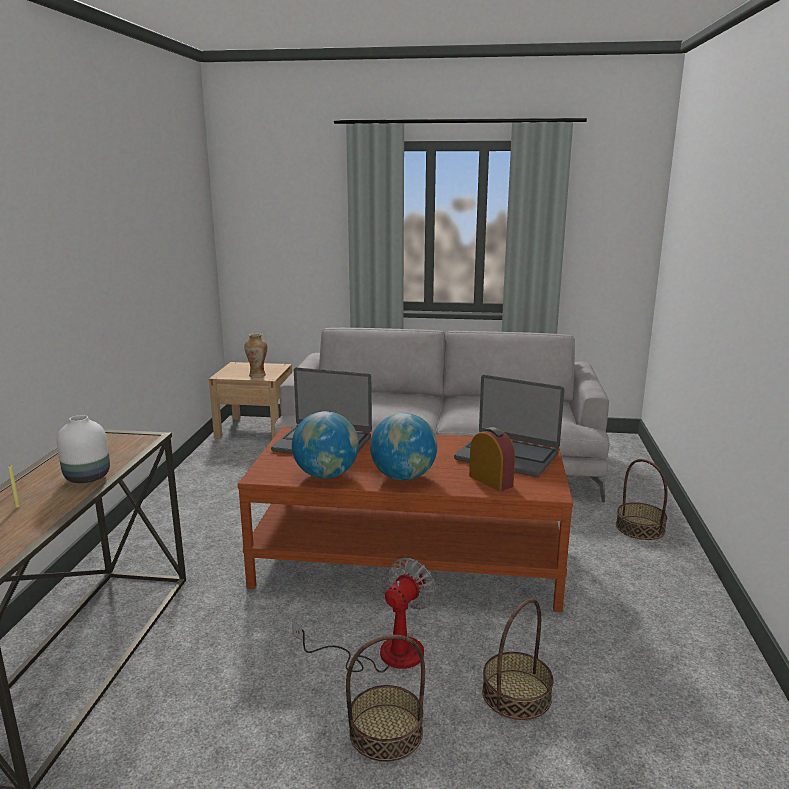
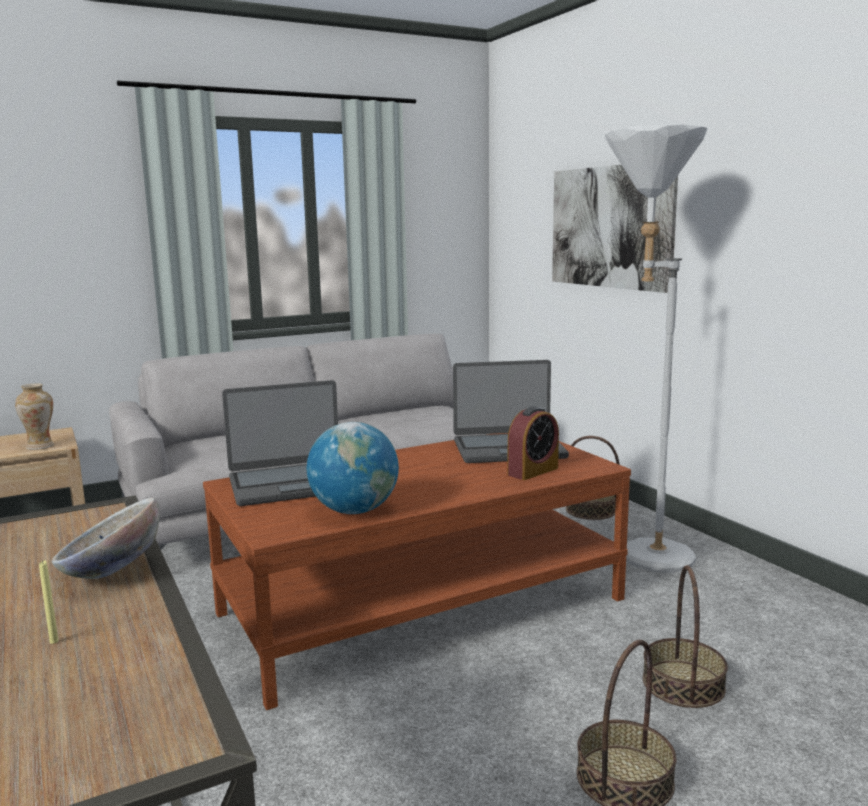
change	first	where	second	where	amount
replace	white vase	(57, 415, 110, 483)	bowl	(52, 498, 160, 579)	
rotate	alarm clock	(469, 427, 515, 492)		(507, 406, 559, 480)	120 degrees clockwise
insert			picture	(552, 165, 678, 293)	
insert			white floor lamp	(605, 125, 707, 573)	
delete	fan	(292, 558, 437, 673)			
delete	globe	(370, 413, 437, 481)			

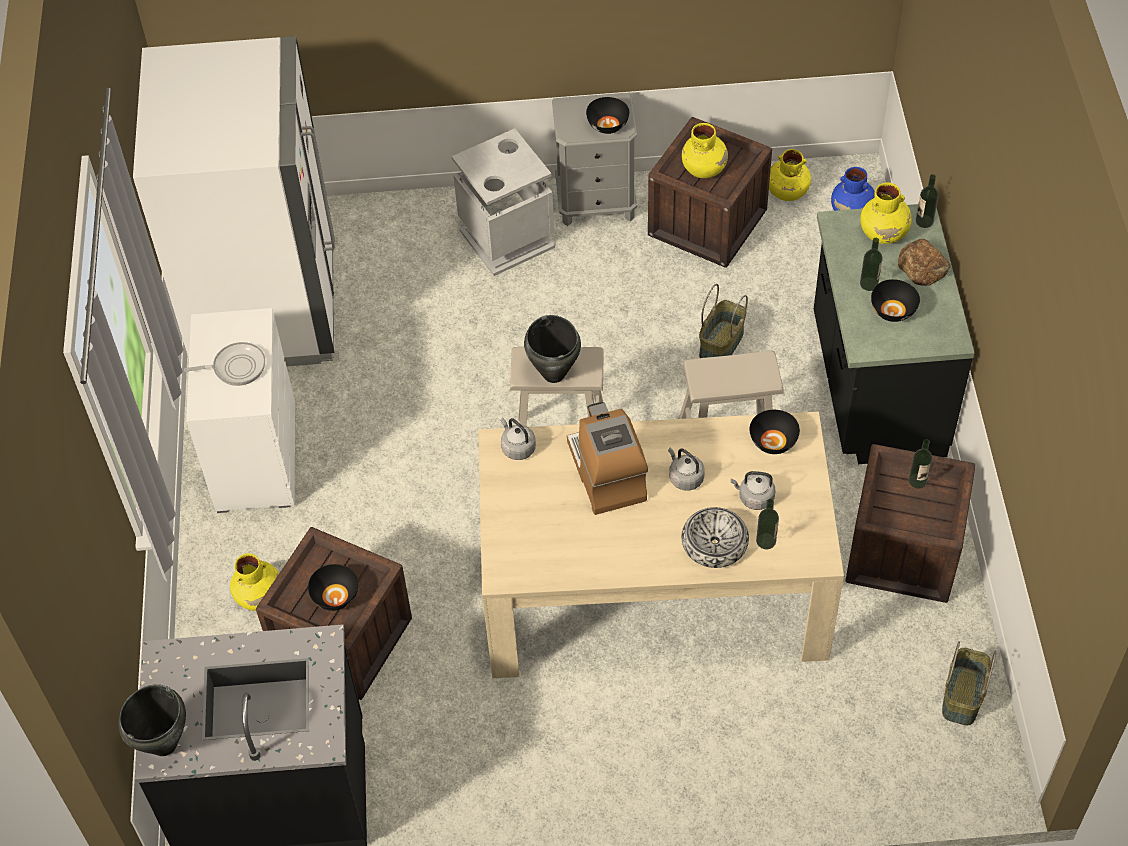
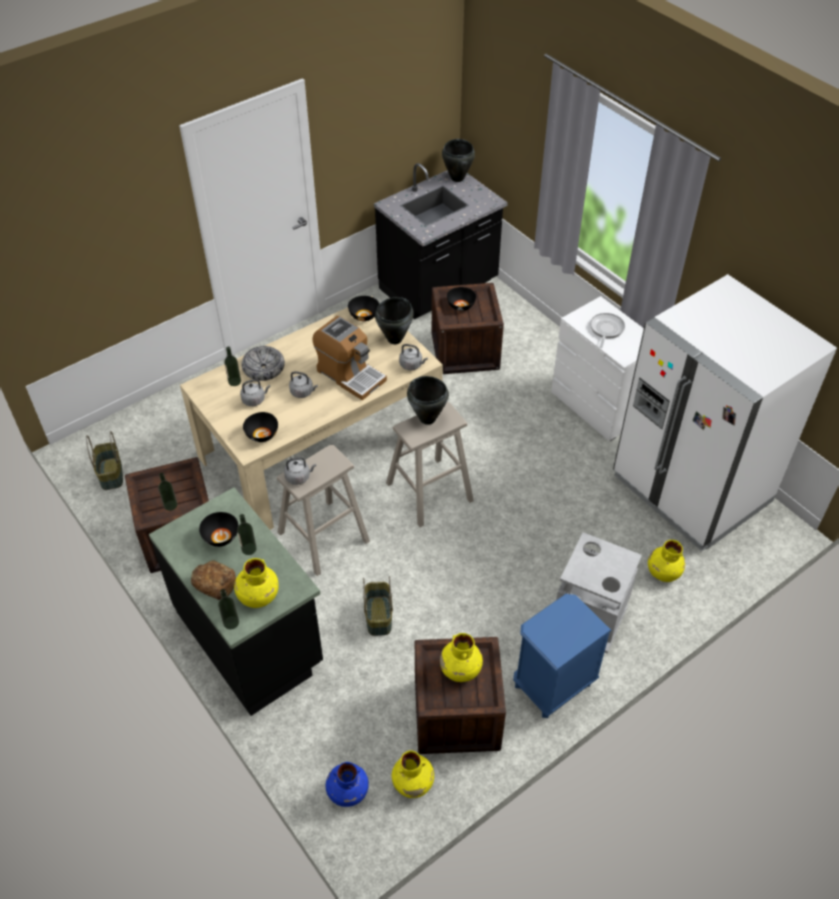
change	first	where	second	where	amount
insert			grey kettle	(284, 457, 316, 485)	
move	black bowl	(586, 97, 629, 134)		(348, 296, 379, 321)	
insert			black cooking pot	(375, 297, 414, 344)	
recolor	grey nightstand	(552, 92, 637, 226)	blue nightstand	(513, 594, 612, 718)	
rotate	frying pan	(184, 342, 265, 386)		(590, 313, 625, 348)	150 degrees clockwise
move	yellow vase	(230, 553, 279, 611)		(648, 540, 685, 582)	

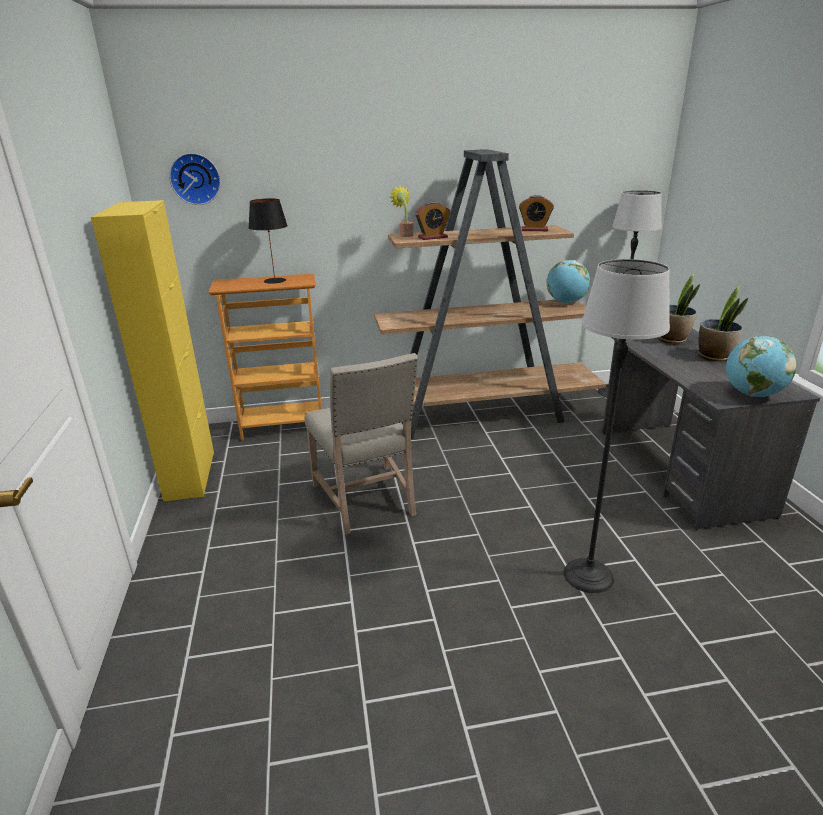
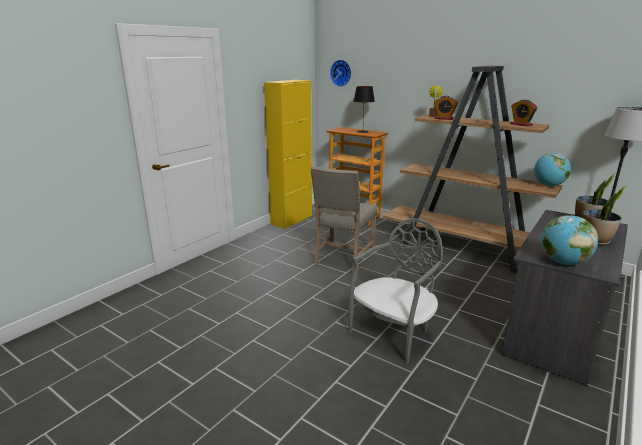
change	first	where	second	where	amount
replace	floor lamp	(564, 259, 670, 593)	grey chair	(348, 218, 443, 364)	

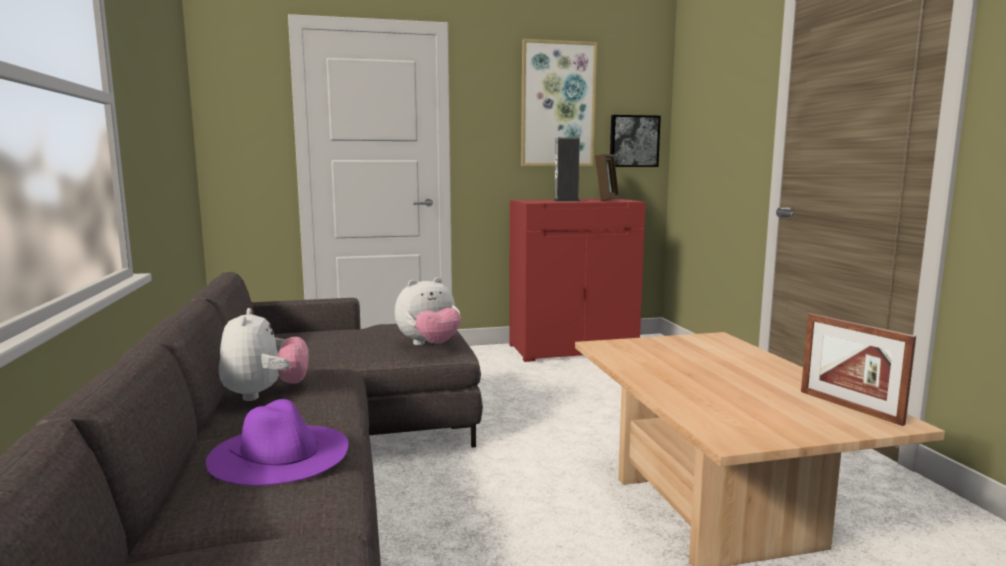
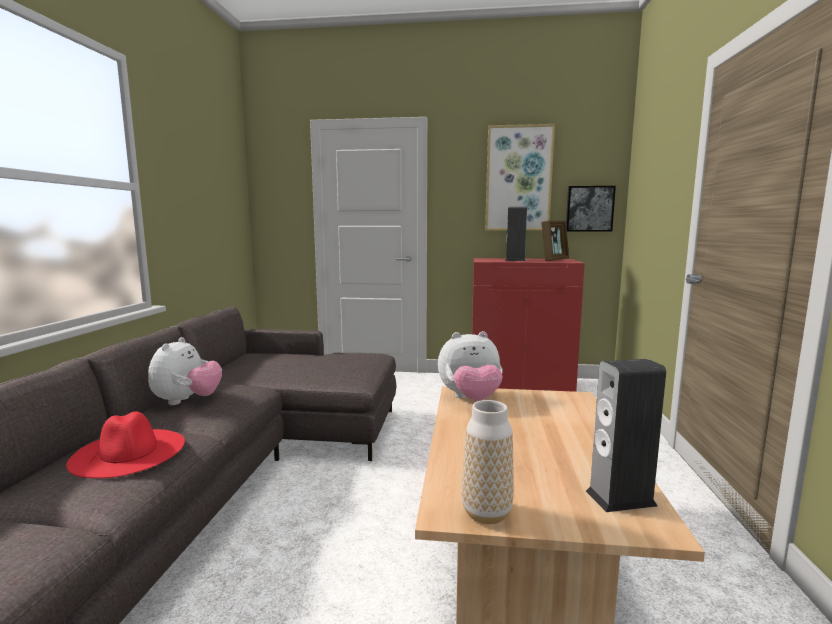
change	first	where	second	where	amount
recolor	purple hat	(206, 399, 349, 486)	red hat	(66, 411, 185, 478)	
move	plush toy	(395, 277, 461, 345)		(438, 331, 503, 401)	
insert			vase	(462, 400, 514, 524)	
replace	picture frame	(801, 313, 916, 426)	speaker	(586, 359, 666, 512)	

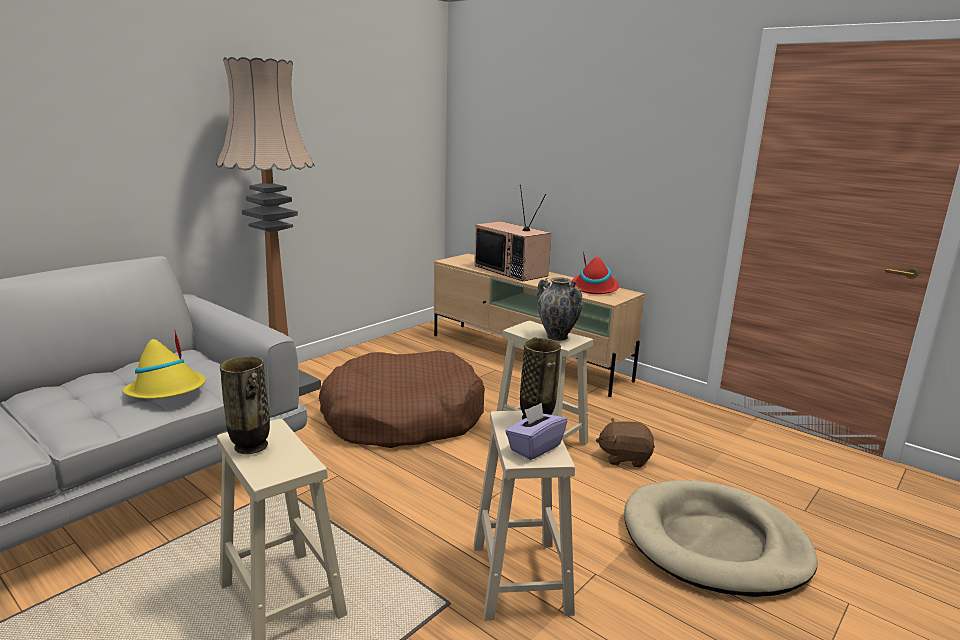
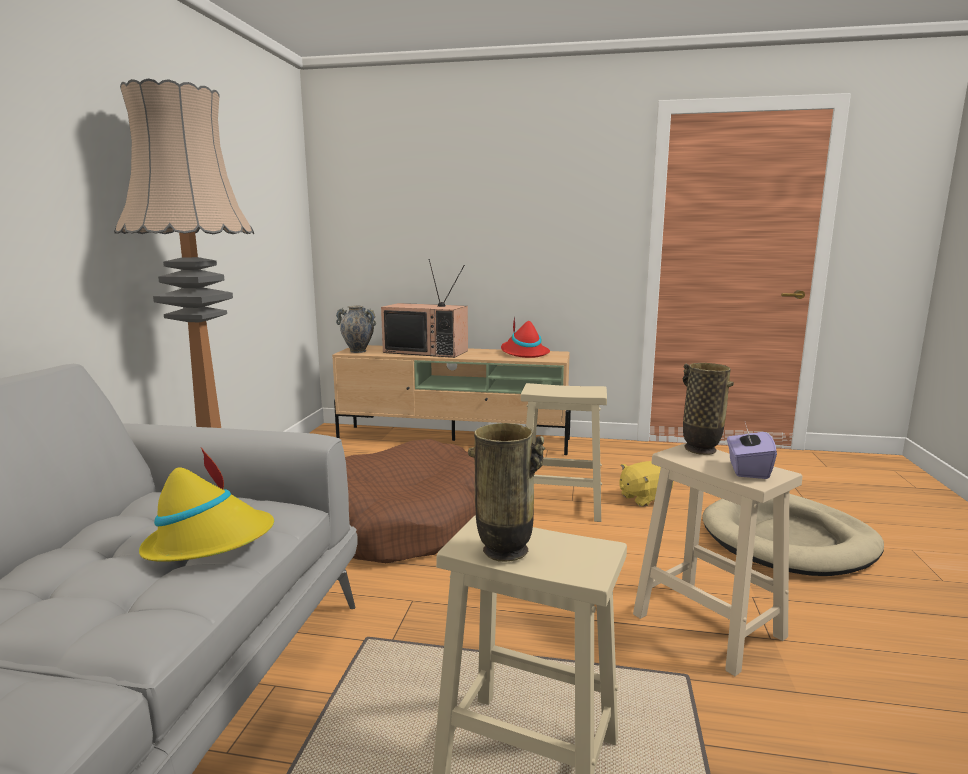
change	first	where	second	where	amount
move	vase	(537, 277, 583, 341)		(336, 306, 376, 353)	
recolor	brown plush toy	(596, 418, 655, 468)	yellow plush toy	(619, 461, 673, 507)	

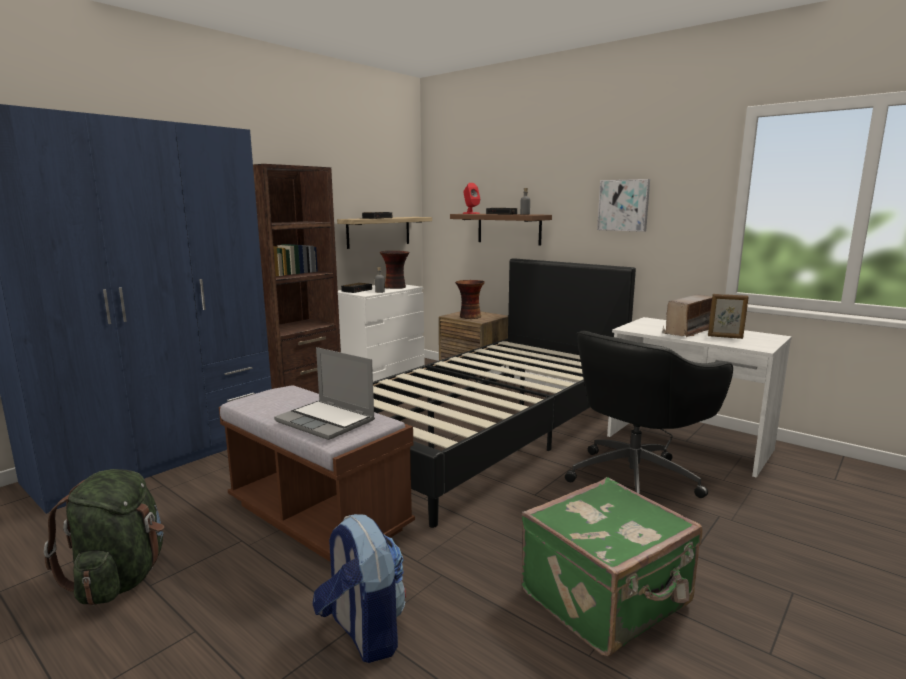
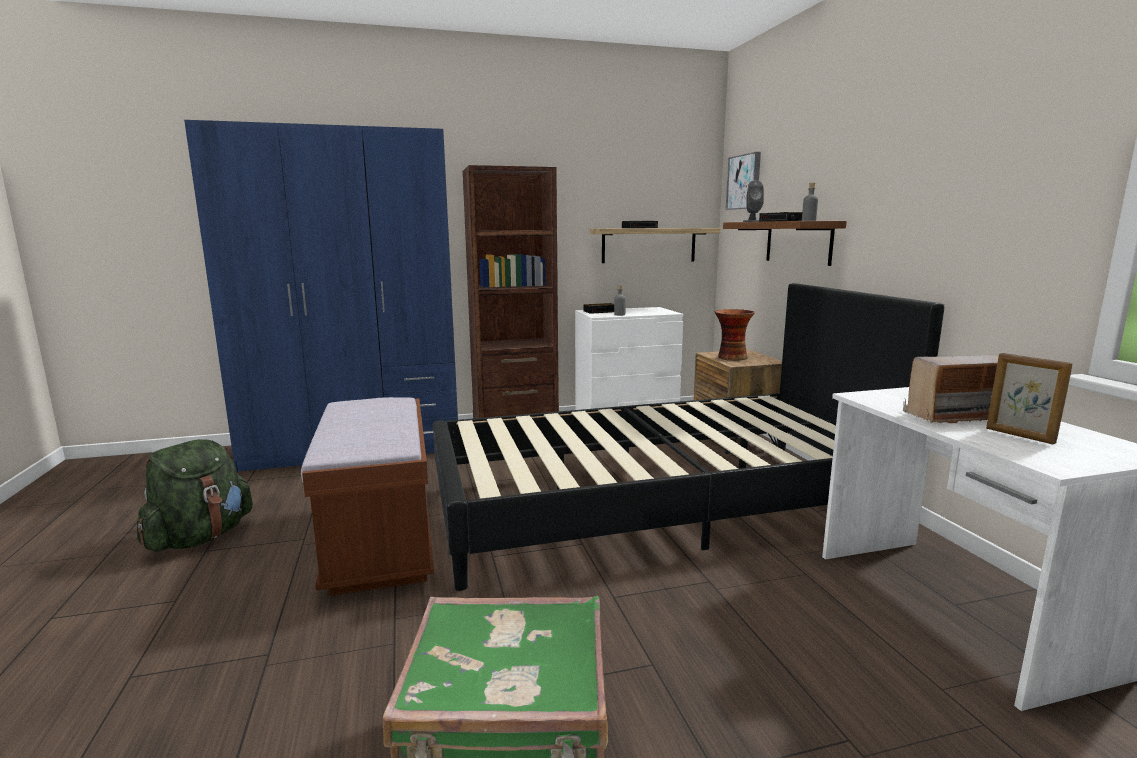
change	first	where	second	where	amount
move	picture	(597, 179, 650, 232)		(726, 152, 761, 210)	
recolor	red speaker	(463, 183, 480, 214)	grey speaker	(743, 180, 764, 222)	
delete	laptop	(274, 347, 375, 440)			
delete	backpack	(313, 514, 406, 663)			
delete	vase	(380, 251, 410, 289)			
delete	black office chair	(565, 331, 733, 498)			

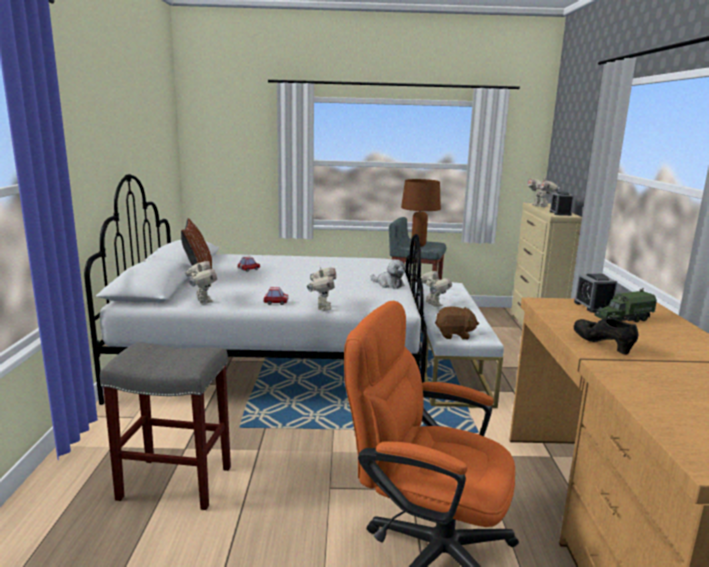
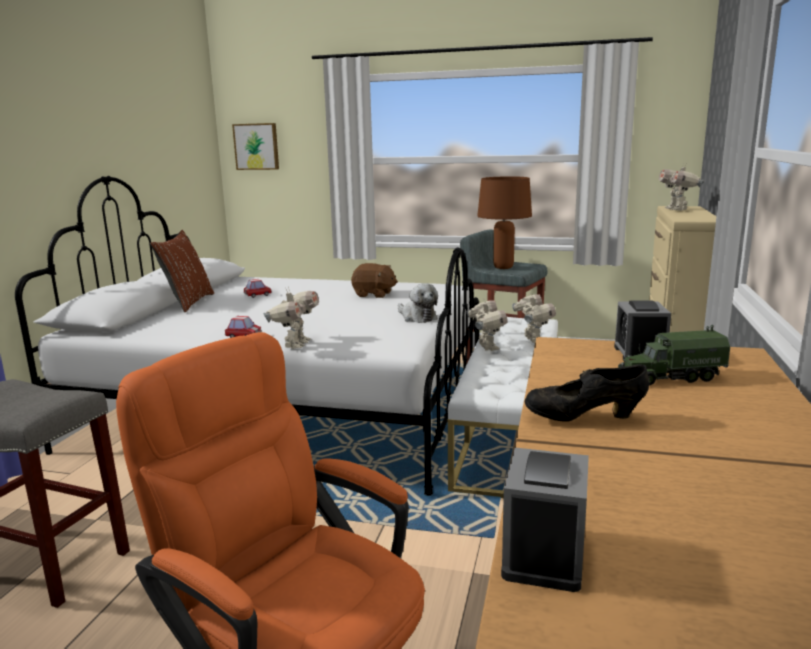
change	first	where	second	where	amount
insert			picture	(232, 123, 279, 170)	
move	brown plush toy	(435, 307, 479, 339)		(351, 263, 398, 298)	
move	alarm clock	(550, 192, 574, 216)		(501, 448, 589, 592)	
move	toy robot	(185, 260, 217, 304)		(512, 293, 556, 343)	
rotate	black shoe	(574, 318, 638, 354)		(525, 364, 649, 422)	75 degrees counterclockwise

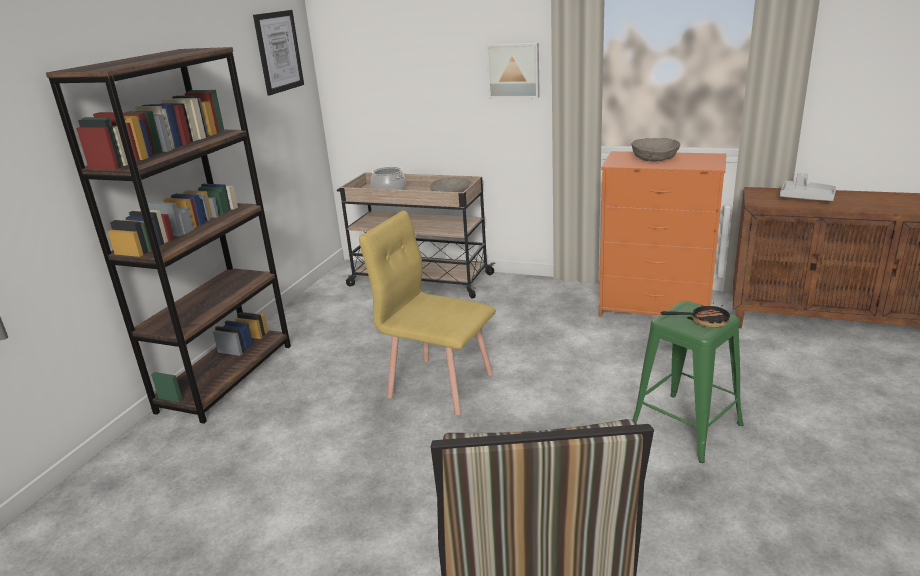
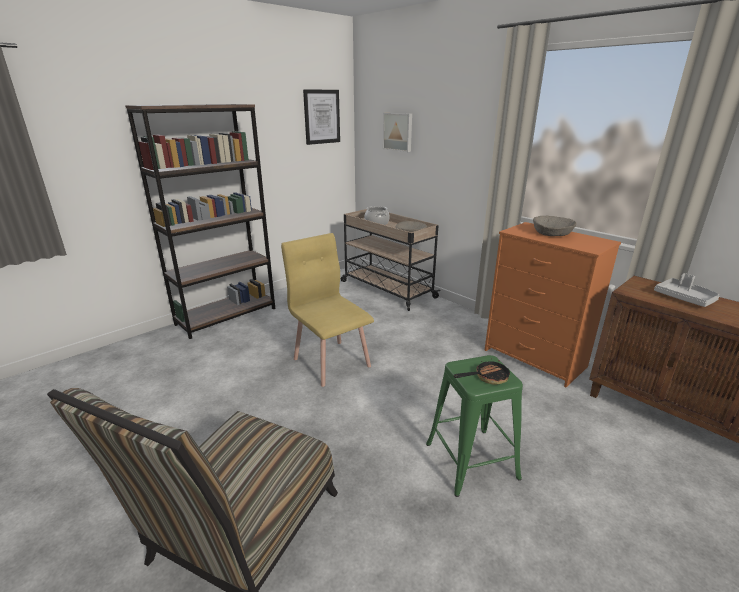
change	first	where	second	where	amount
move	picture	(486, 43, 540, 98)		(383, 113, 412, 152)	
rotate	frying pan	(661, 303, 730, 328)		(454, 358, 510, 385)	45 degrees counterclockwise

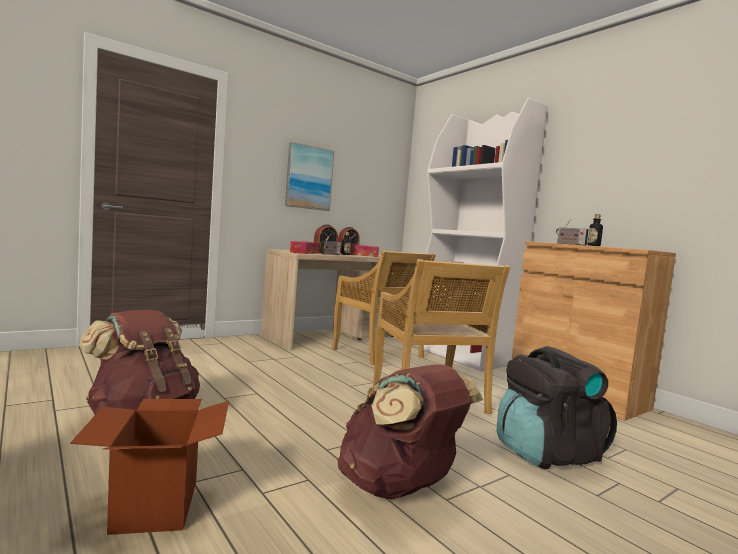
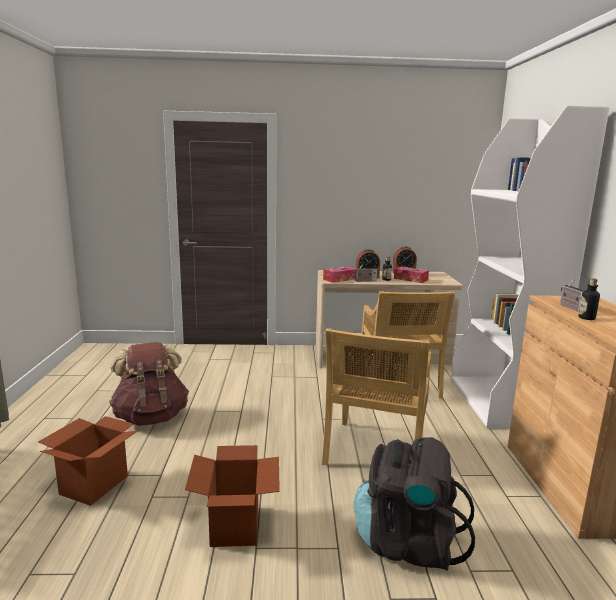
change	first	where	second	where	amount
replace	brown backpack	(338, 364, 483, 500)	cardboard box	(185, 445, 280, 547)	
delete	picture	(285, 142, 334, 211)			

